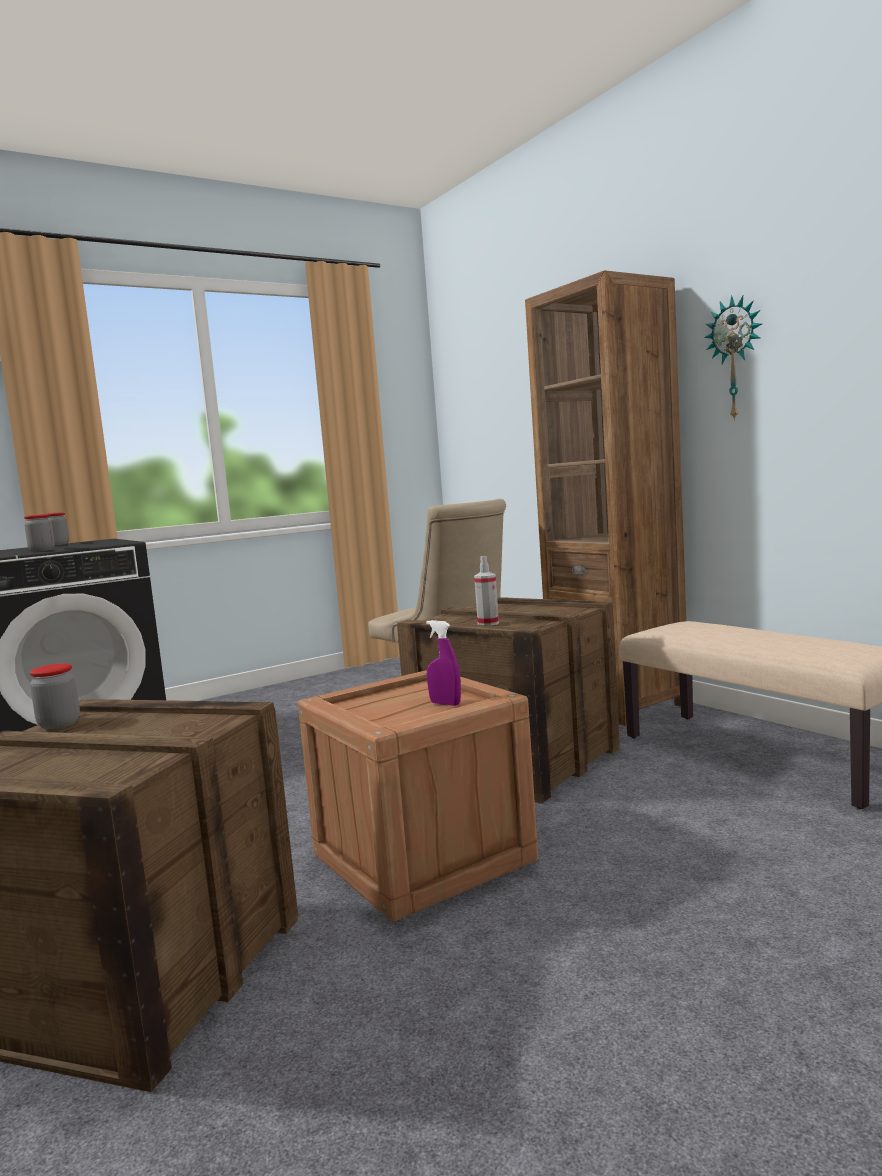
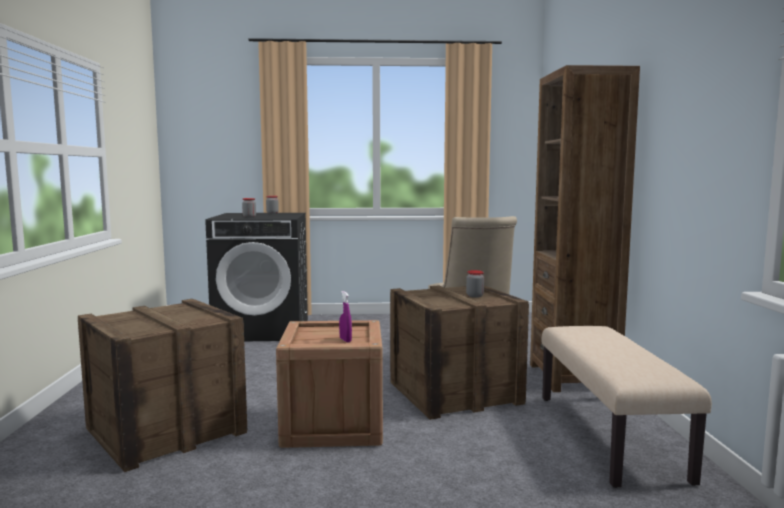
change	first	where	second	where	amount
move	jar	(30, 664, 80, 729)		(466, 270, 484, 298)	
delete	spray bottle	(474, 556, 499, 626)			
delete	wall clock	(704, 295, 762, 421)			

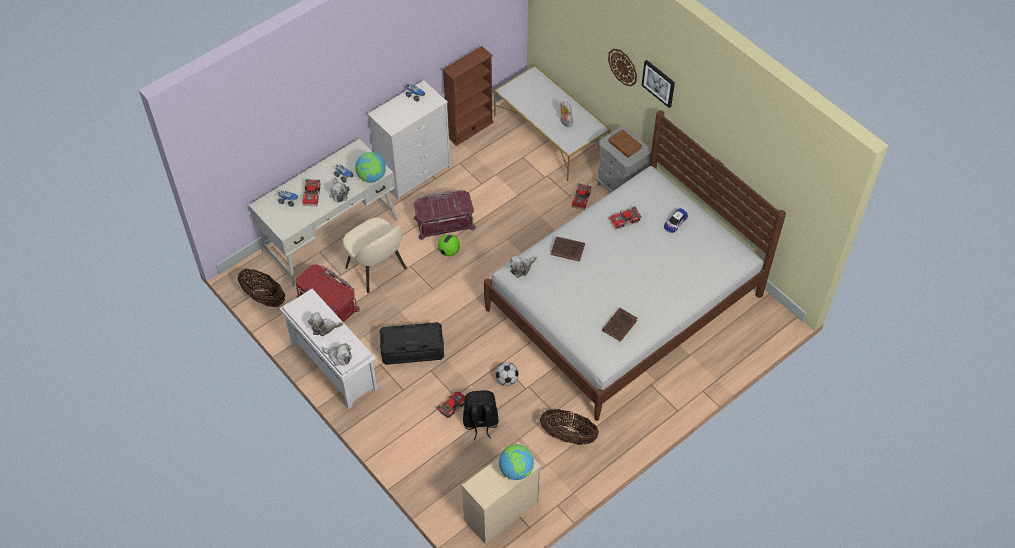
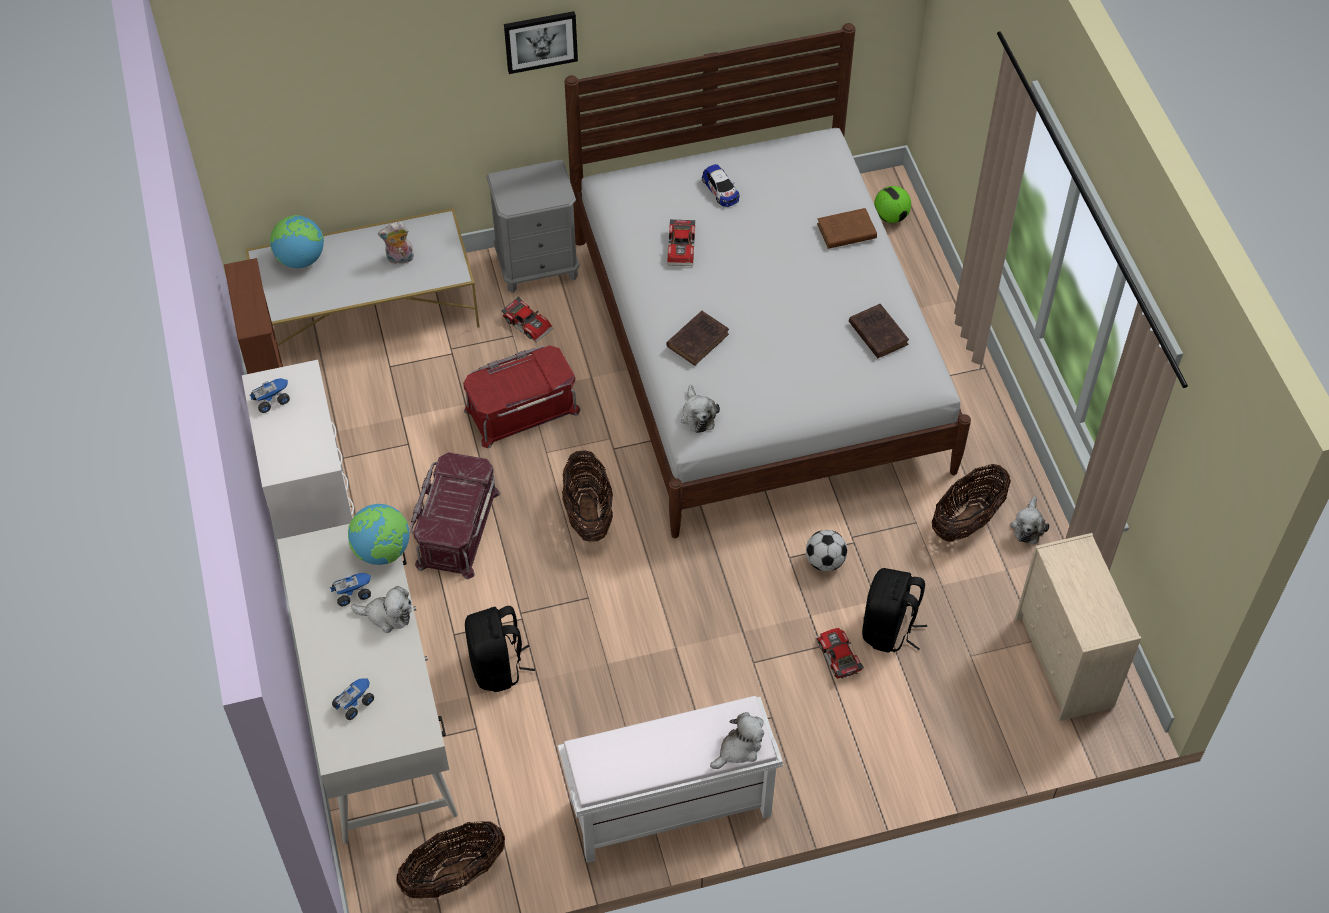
change	first	where	second	where	amount
move	globe	(499, 444, 534, 480)		(270, 215, 324, 268)	
move	red storage box	(296, 264, 360, 323)		(463, 345, 581, 448)	
replace	beige chair	(343, 218, 407, 293)	black backpack	(465, 606, 535, 692)	
insert			basket	(562, 451, 613, 541)	
move	brown book	(608, 130, 642, 158)		(817, 208, 877, 249)	
move	football	(438, 234, 460, 256)		(874, 186, 911, 223)	
move	plush toy	(308, 312, 343, 336)		(1010, 496, 1049, 544)	
delete	toy car	(303, 179, 321, 206)			
delete	black storage box	(380, 322, 444, 365)			
delete	wall clock	(608, 49, 637, 87)			

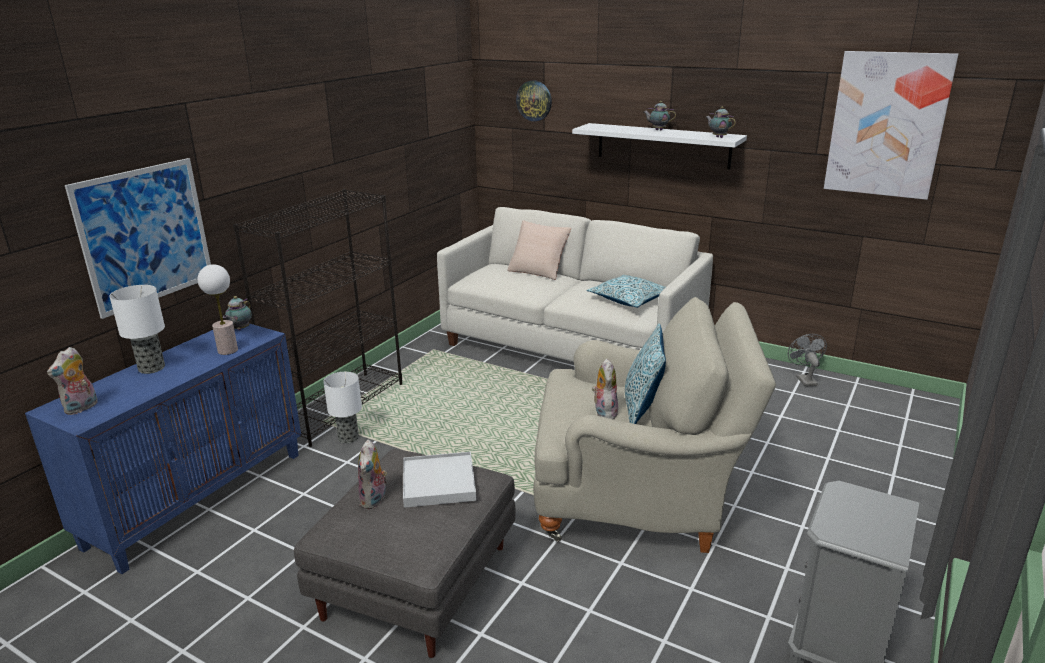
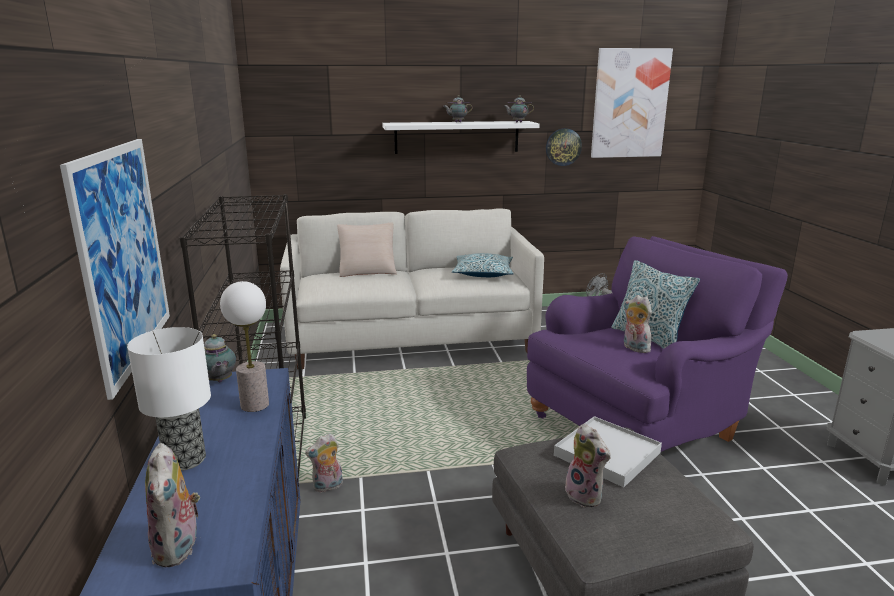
change	first	where	second	where	amount
replace	table lamp	(323, 372, 362, 444)	plush toy	(305, 433, 343, 492)	
recolor	beige armchair	(533, 297, 776, 553)	purple armchair	(527, 236, 788, 452)	
move	wall clock	(516, 80, 552, 121)		(546, 128, 582, 166)	

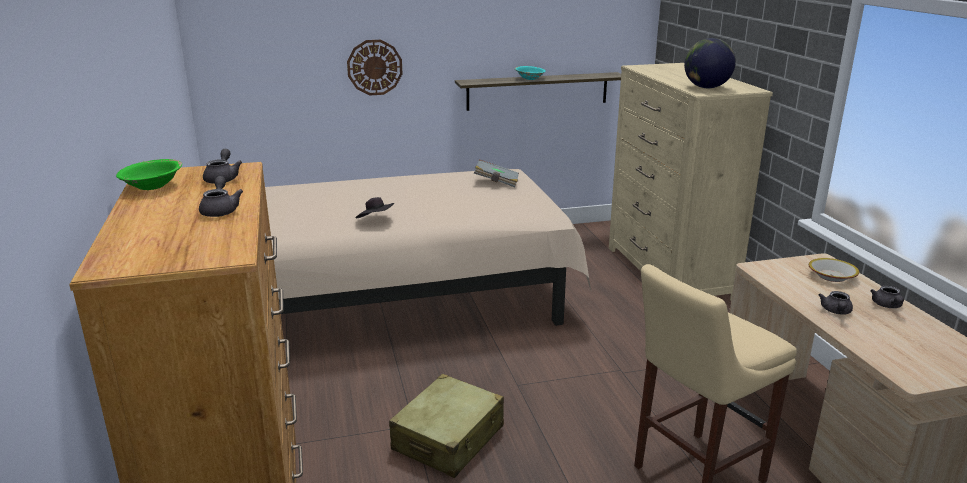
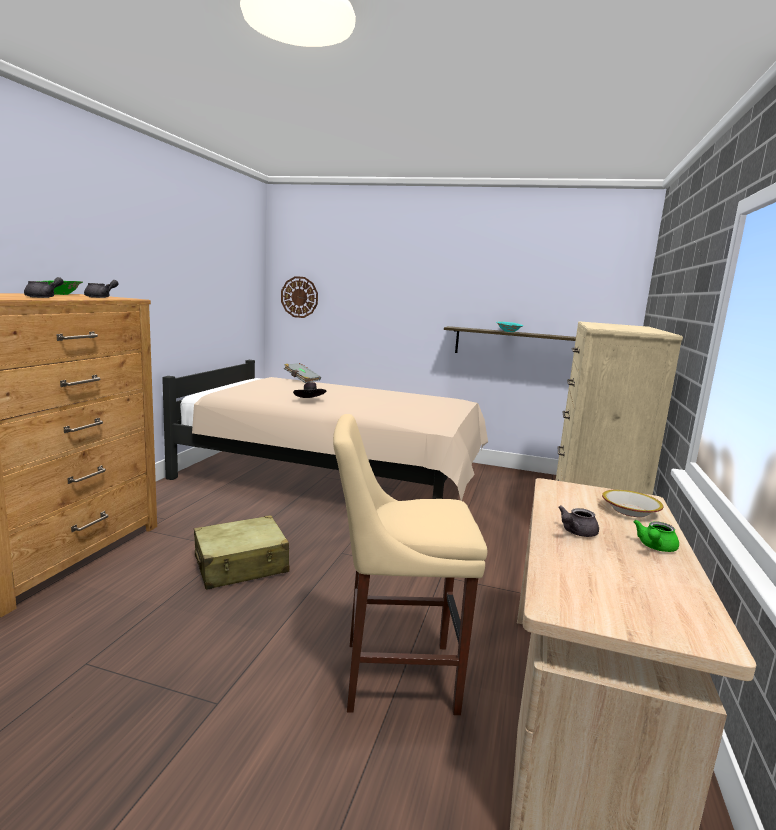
change	first	where	second	where	amount
move	wall clock	(347, 40, 403, 96)		(281, 276, 318, 318)	
move	grey book	(474, 159, 519, 187)		(284, 363, 321, 383)	
recolor	grey teapot	(870, 285, 904, 308)	green teapot	(633, 520, 679, 552)	
delete	globe	(684, 38, 736, 88)			

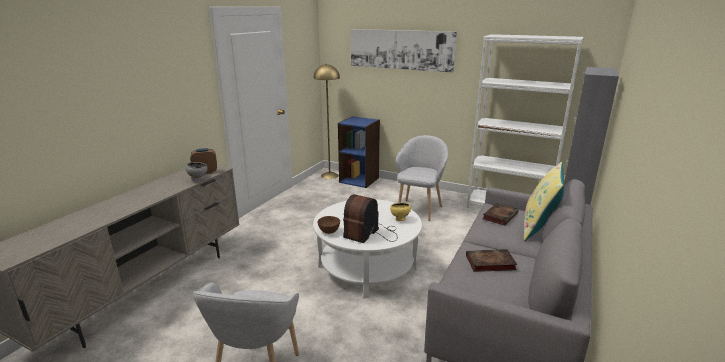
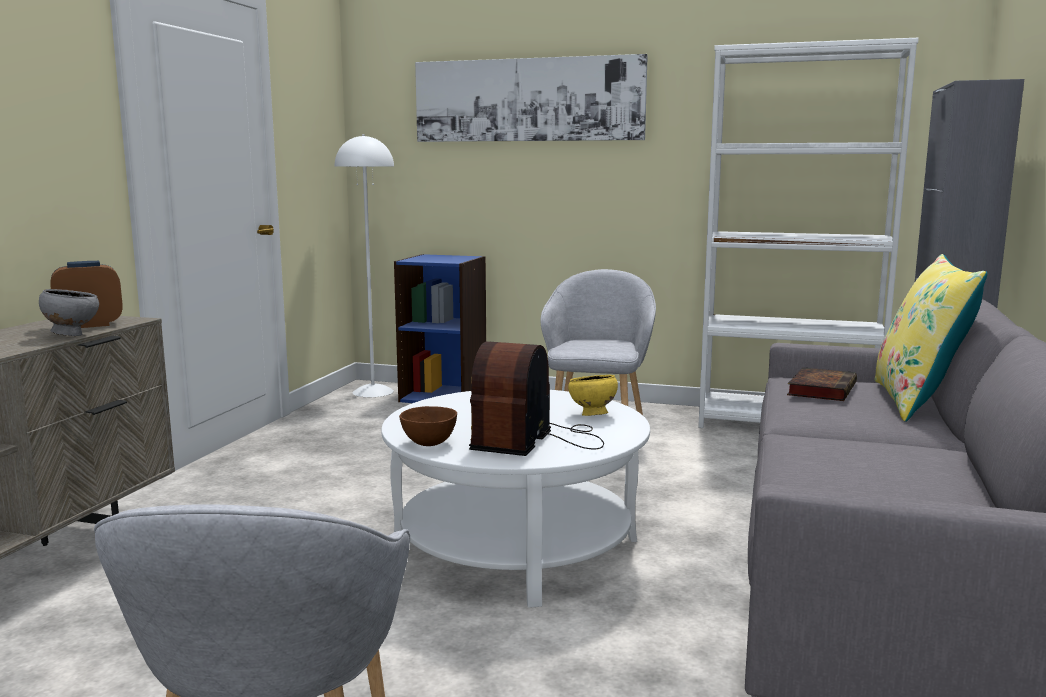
change	first	where	second	where	amount
recolor	yellow floor lamp	(314, 64, 340, 179)	white floor lamp	(335, 134, 394, 397)	
delete	book	(466, 249, 517, 272)			

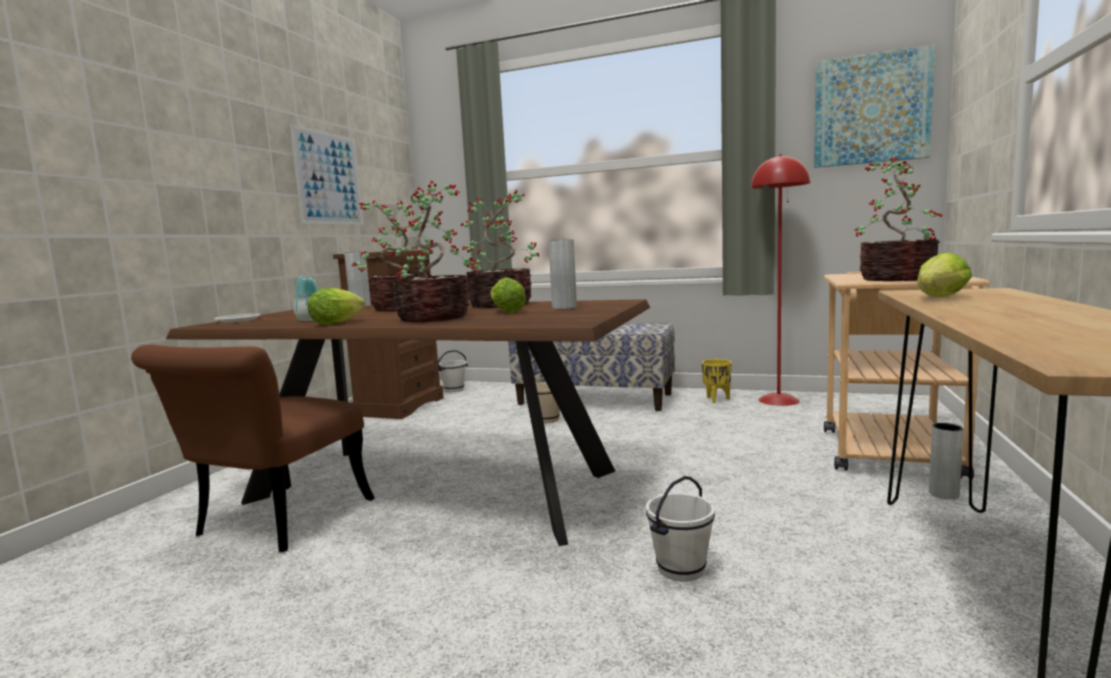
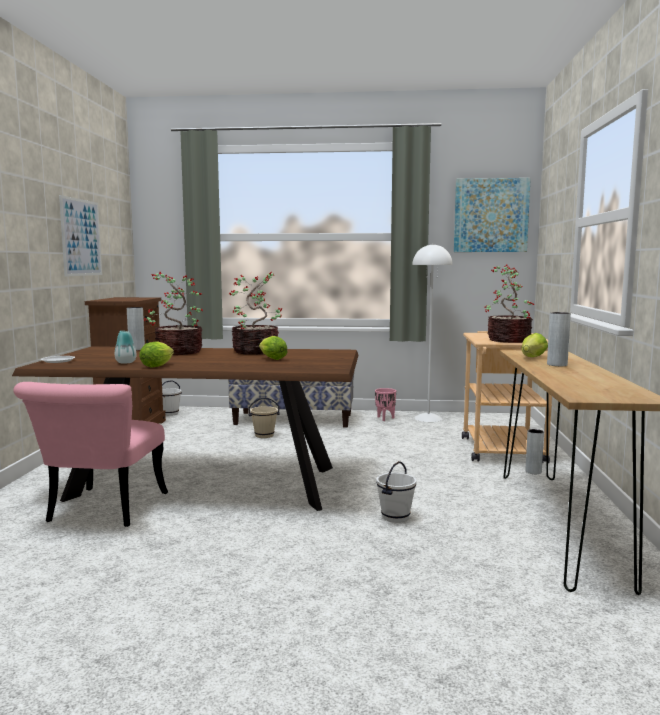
change	first	where	second	where	amount
recolor	brown chair	(131, 345, 375, 552)	pink chair	(13, 382, 168, 527)	
recolor	yellow planter	(702, 359, 732, 403)	pink planter	(375, 388, 396, 421)	
recolor	red floor lamp	(751, 155, 811, 406)	white floor lamp	(412, 244, 453, 422)	
move	grey vase	(549, 239, 577, 310)		(547, 312, 571, 366)	
delete	potted plant	(389, 181, 476, 322)			

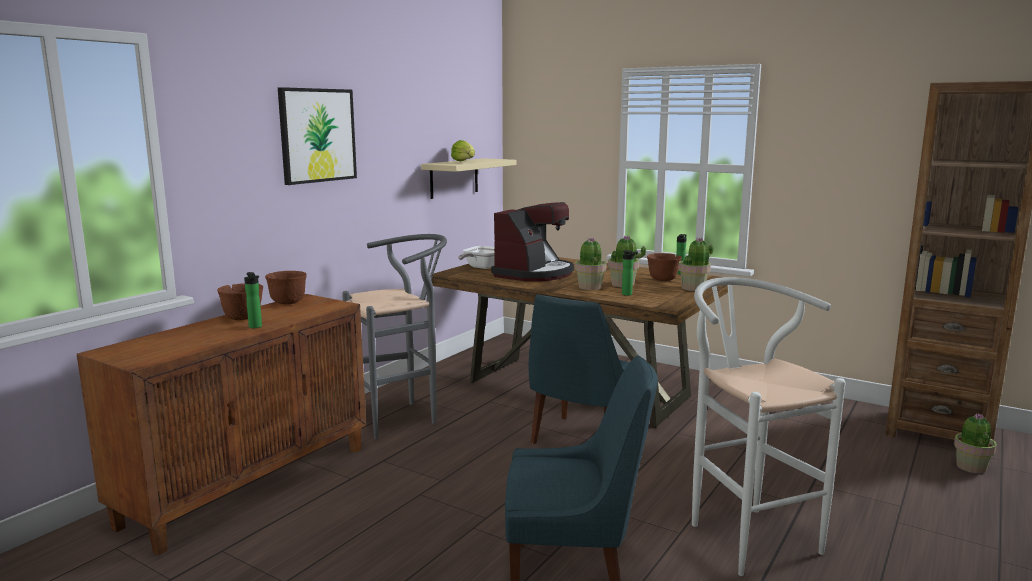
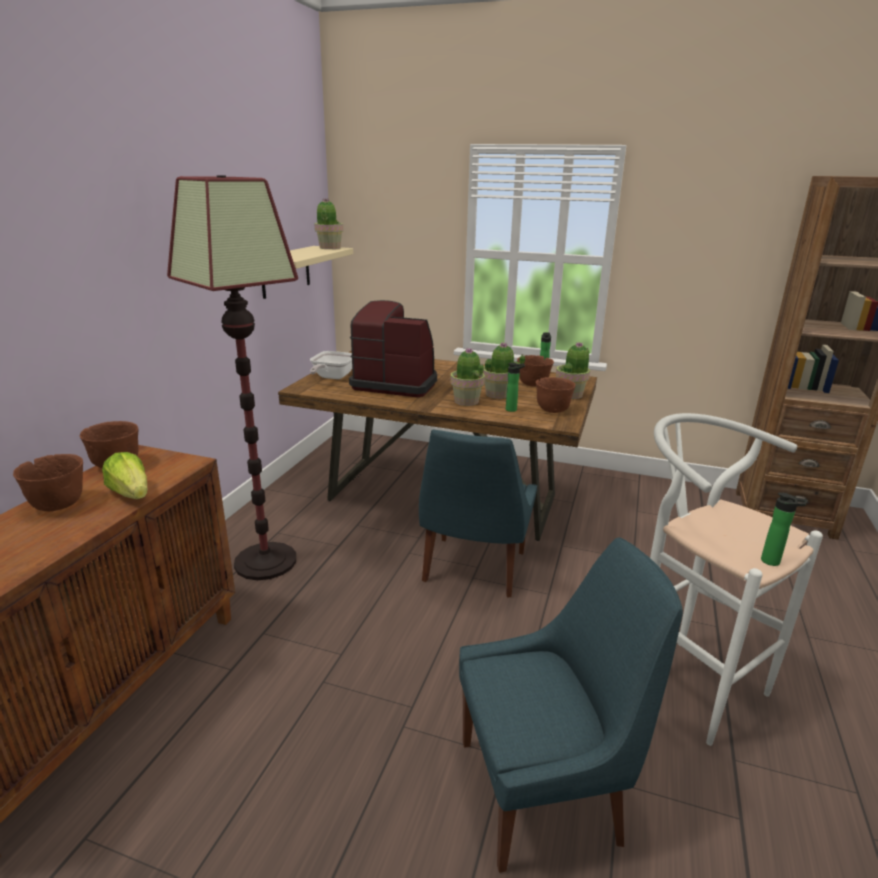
change	first	where	second	where	amount
move	lettuce	(451, 140, 475, 161)		(102, 452, 148, 499)	
replace	grey stool	(342, 234, 447, 440)	floor lamp	(167, 175, 298, 580)	
move	potted plant	(954, 413, 997, 473)		(314, 198, 344, 249)	
rotate	coffee machine	(491, 202, 574, 282)		(349, 300, 437, 397)	90 degrees counterclockwise
insert			brown bowl	(536, 377, 575, 413)	
move	bottle	(244, 272, 262, 328)		(761, 493, 807, 566)	
delete	picture	(278, 87, 357, 185)			

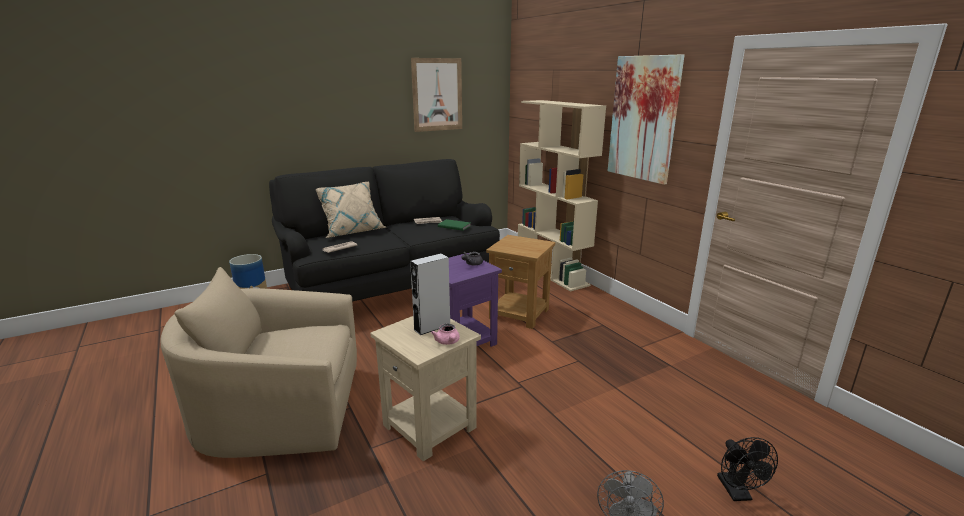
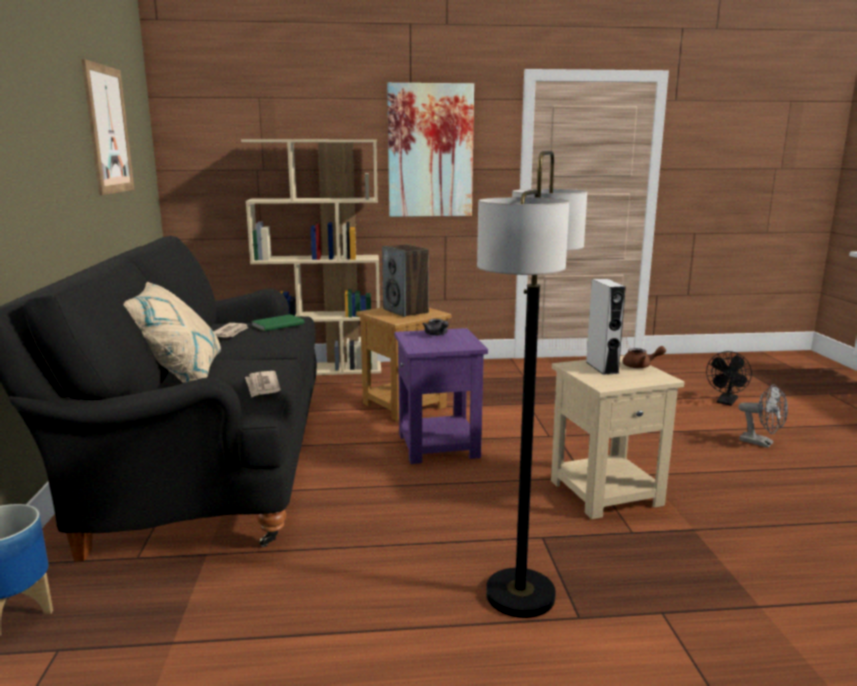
change	first	where	second	where	amount
insert			speaker	(382, 245, 429, 317)	
replace	beige armchair	(160, 267, 357, 458)	floor lamp	(477, 151, 587, 618)	
recolor	pink teapot	(431, 324, 460, 345)	brown teapot	(623, 346, 666, 368)	
rotate	black fan	(717, 437, 778, 501)		(706, 351, 752, 406)	105 degrees clockwise

